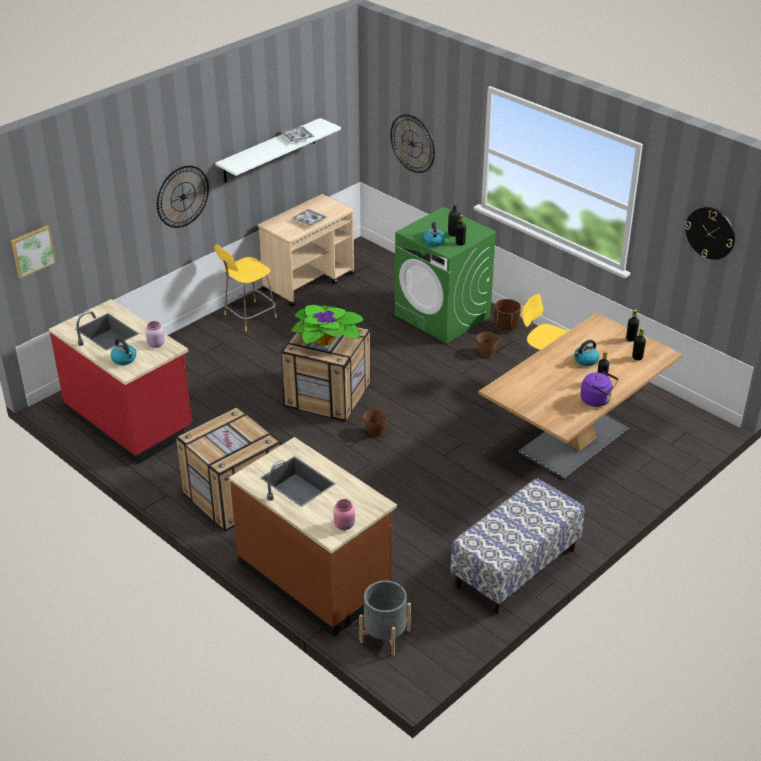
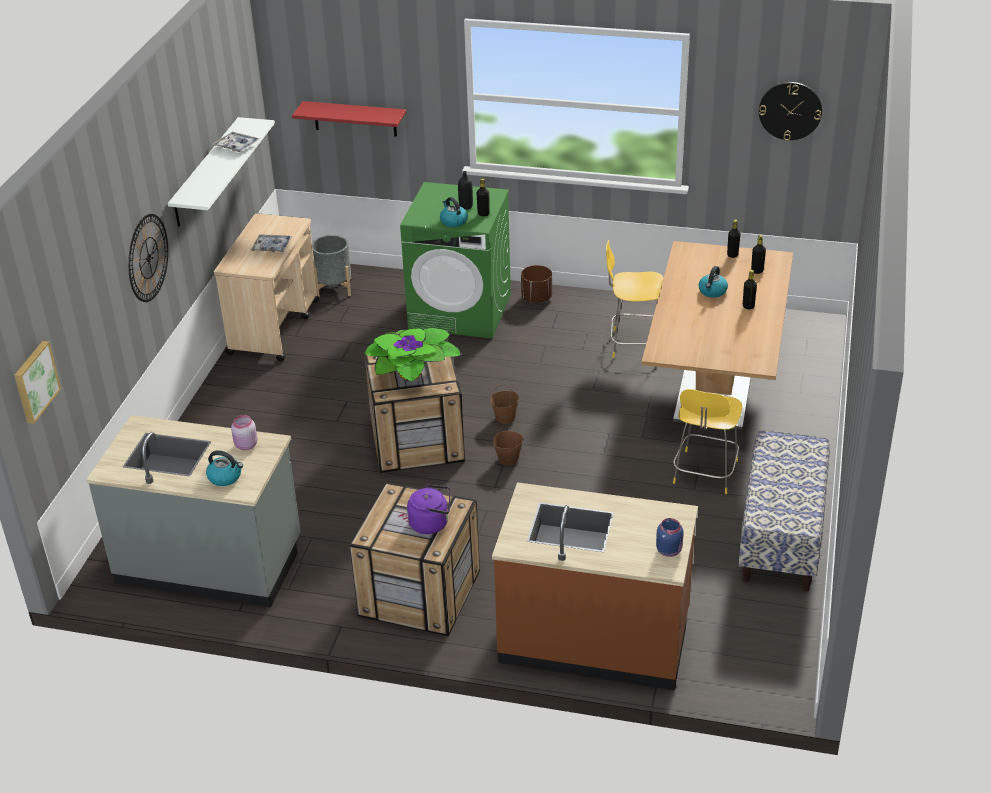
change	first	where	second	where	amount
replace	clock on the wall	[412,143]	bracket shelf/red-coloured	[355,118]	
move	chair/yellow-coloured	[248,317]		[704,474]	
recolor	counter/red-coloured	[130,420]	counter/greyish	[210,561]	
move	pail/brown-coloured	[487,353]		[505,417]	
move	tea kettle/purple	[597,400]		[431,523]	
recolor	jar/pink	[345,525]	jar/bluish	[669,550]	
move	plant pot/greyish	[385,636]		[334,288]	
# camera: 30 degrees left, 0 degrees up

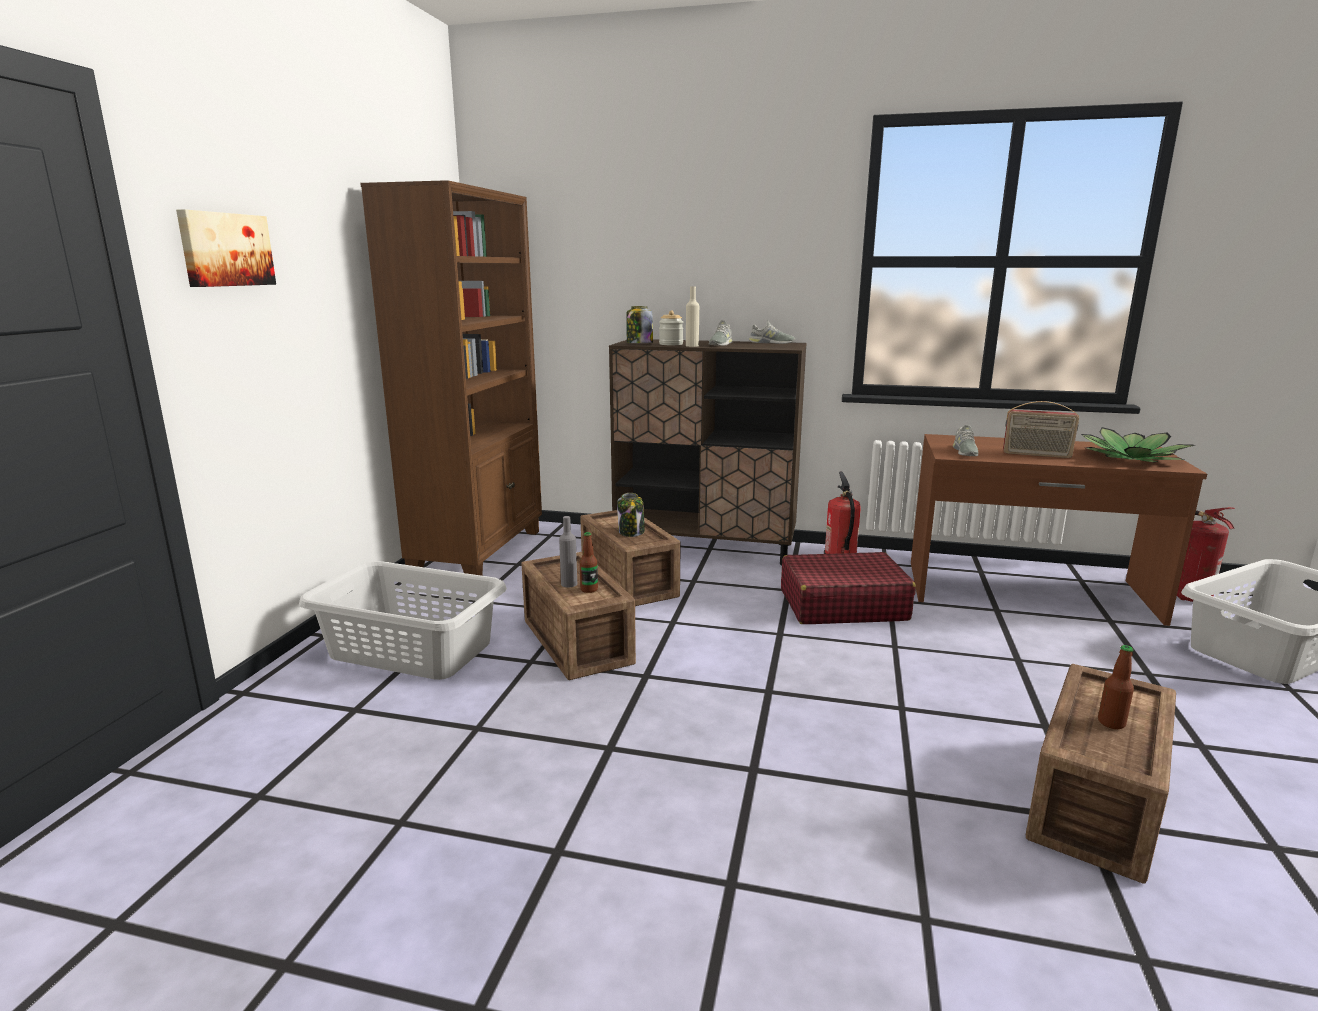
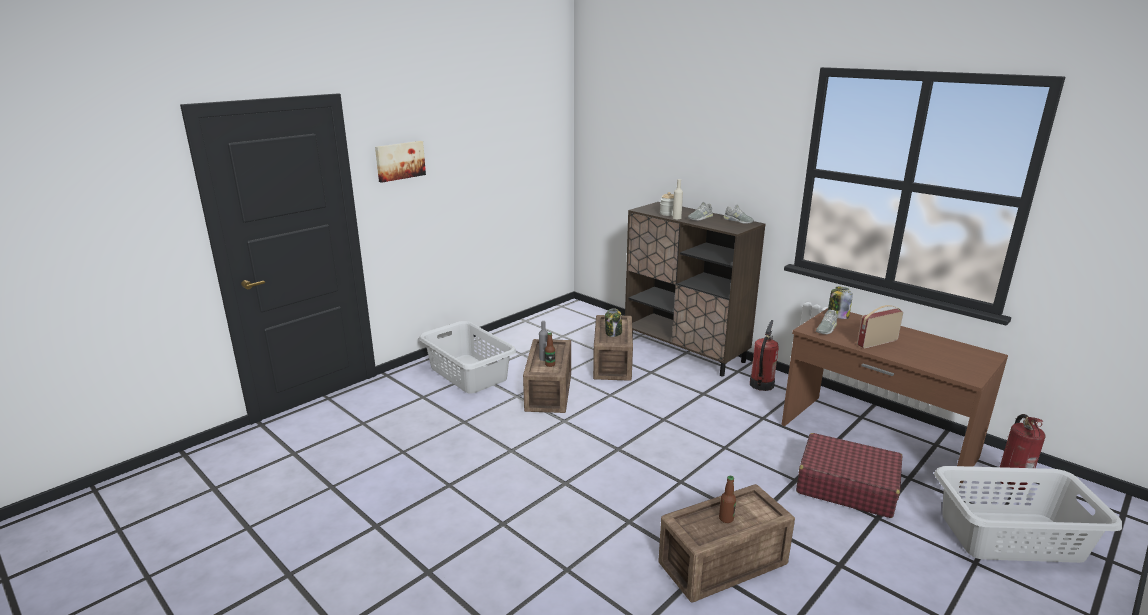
change	first	where	second	where	amount
delete	shelving unit/brown-coloured	[480,552]			
move	jar	[639,344]		[837,316]	
rotate	radio receiver	[1036,455]		[876,342]	105 degrees clockwise
delete	plant in a pot	[1132,458]			
move	piece of luggage/red-coloured	[842,605]		[846,486]	
# camera: 30 degrees right, 5 degrees up

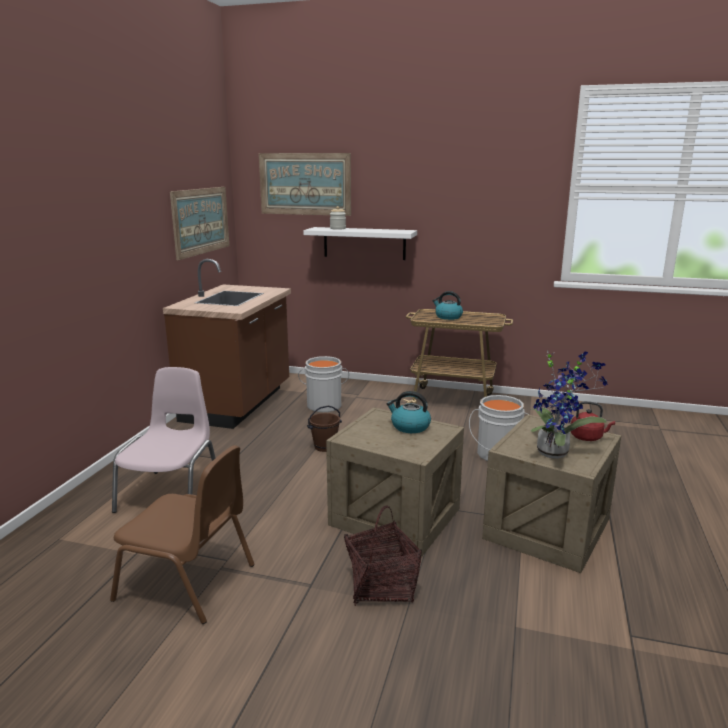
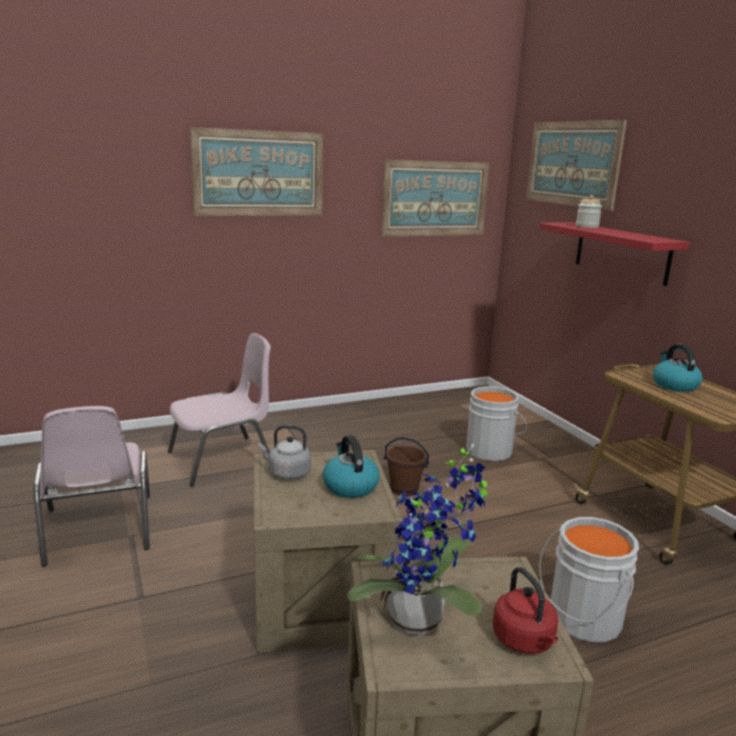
change	first	where	second	where	amount
recolor	bracket shelf/whitish	[364,243]	bracket shelf/red-coloured	[621,252]	
delete	counter/brown-coloured	[238,404]			
recolor	chair/brown-coloured	[188,582]	chair/pink	[98,530]	
delete	basket	[381,585]			
insert			picture	[259,173]	
insert			tea kettle/greyish	[287,473]	
# camera: 50 degrees right, 0 degrees up

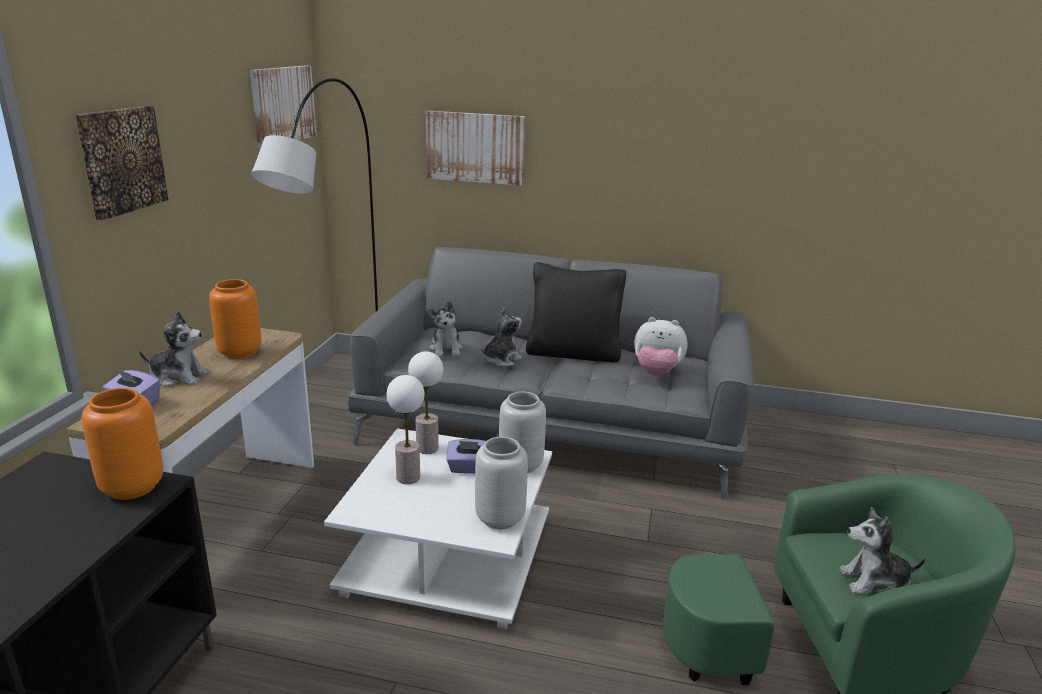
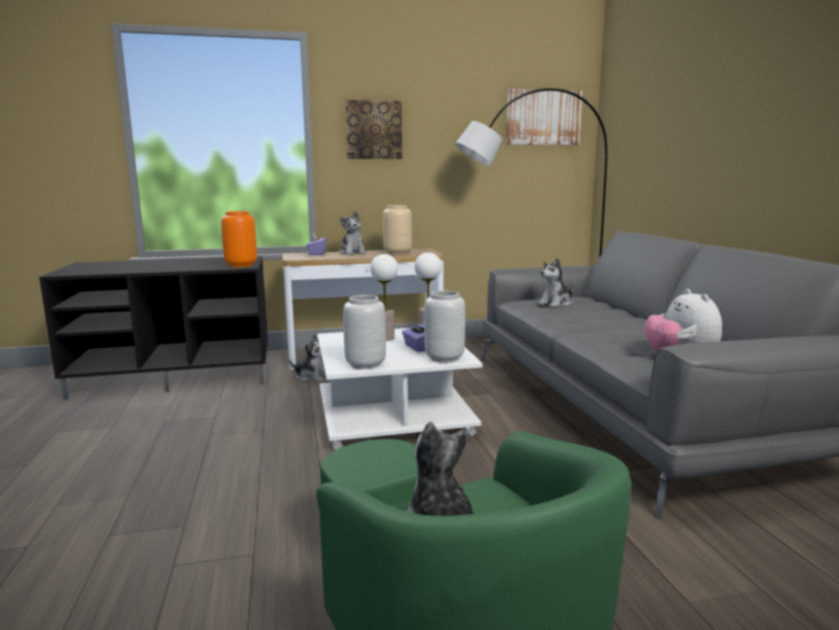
change	first	where	second	where	amount
delete	picture	[475,147]			
delete	pillow/blackish	[573,353]			
recolor	flower vase/orangey	[240,352]	flower vase/beige	[398,253]	
move	cuddly toy	[501,360]		[311,377]	
# camera: 65 degrees right, 10 degrees down

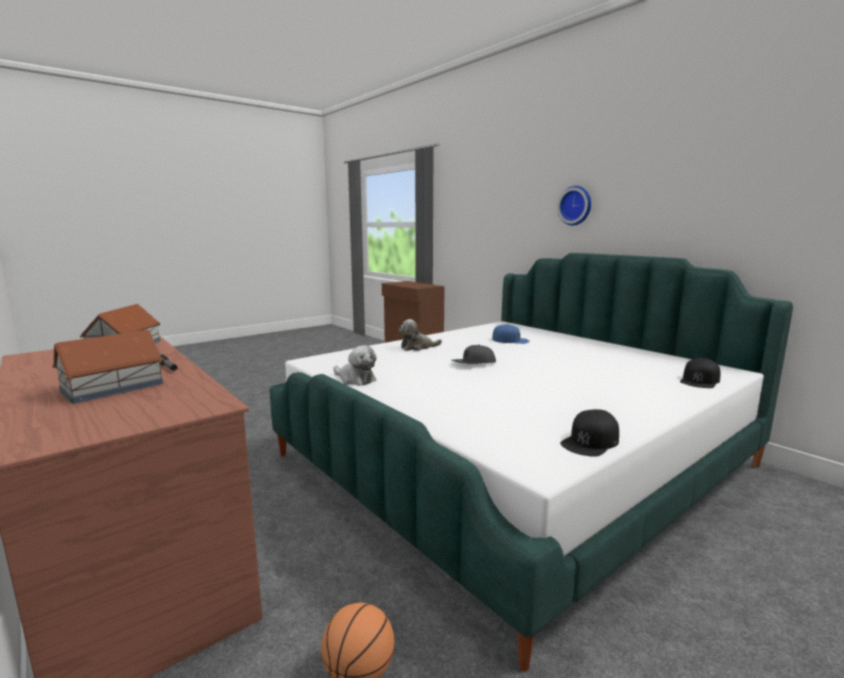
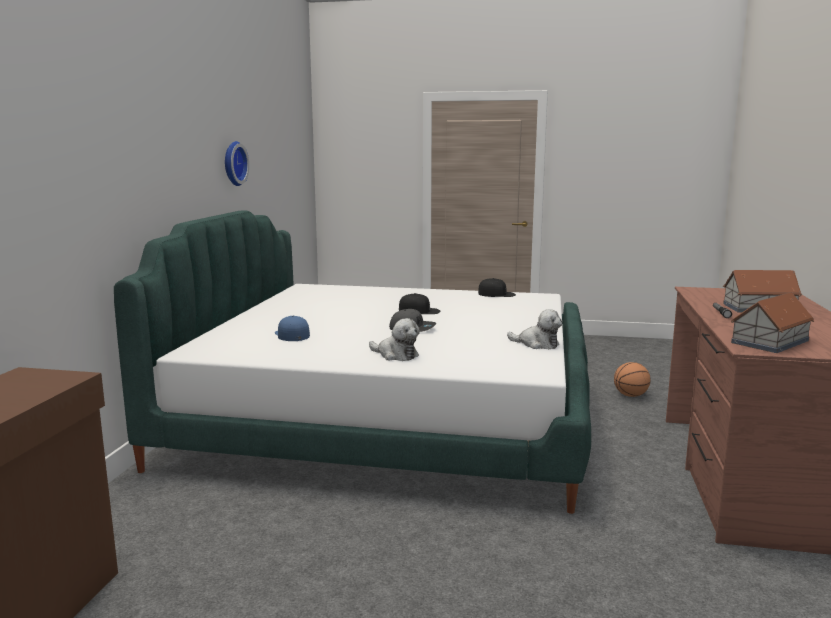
change	first	where	second	where	amount
move	clock on the wall	[576,205]		[233,163]	
rotate	cuddly toy	[355,379]		[537,344]	120 degrees clockwise
move	peaked cap/blackish	[700,380]		[419,311]	
# camera: 130 degrees left, 0 degrees up

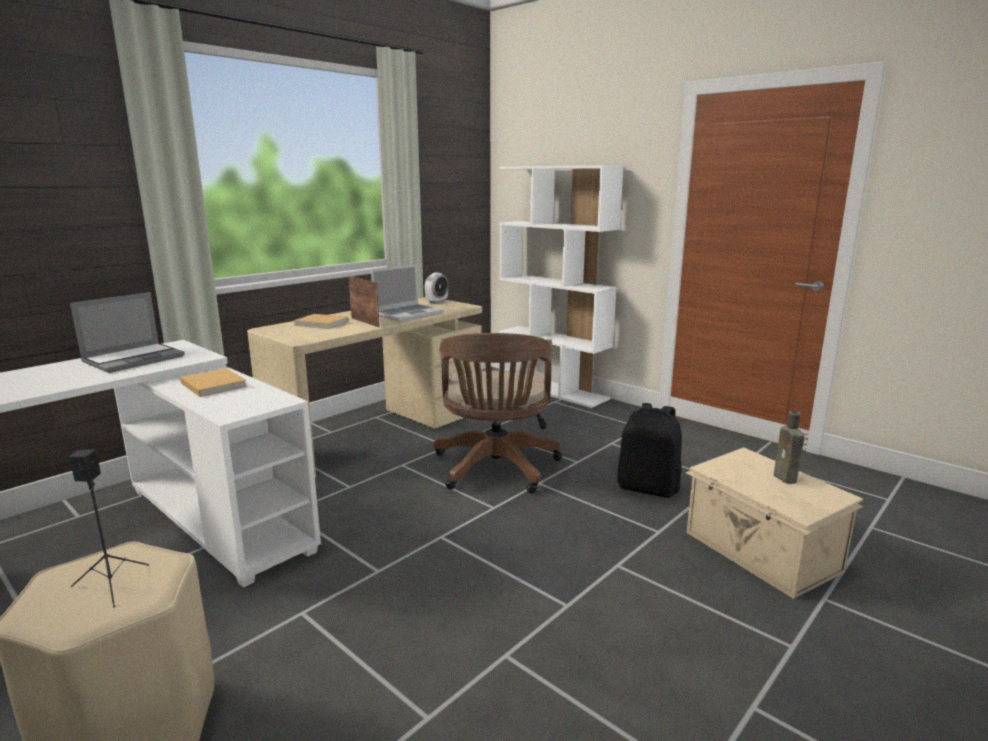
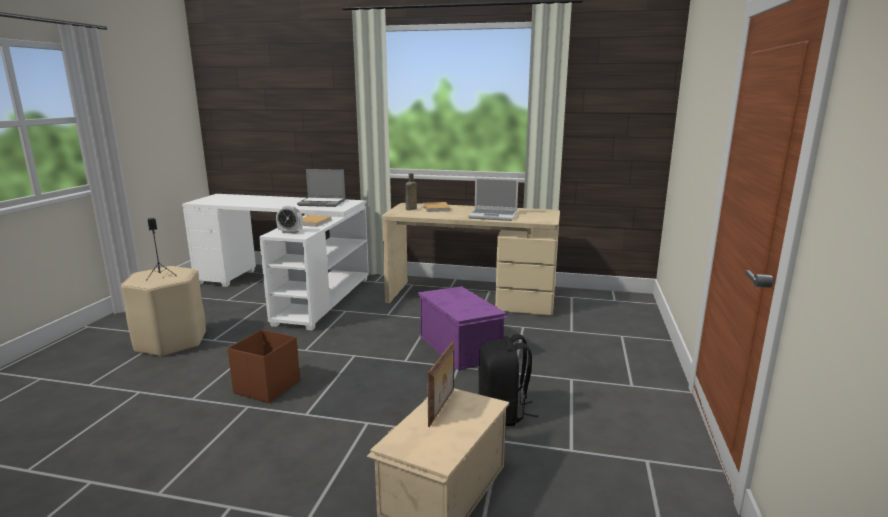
change	first	where	second	where	amount
delete	shelving unit/whitish	[553,390]			
move	alarm clock	[436,302]		[290,232]	
move	photo frame	[366,322]		[442,407]	
replace	computer chair/brown-coloured	[496,469]	storage bin/purple	[460,347]	
move	beverage bottle/brown-coloured	[786,479]		[410,209]	
insert			storage bin/brown-coloured	[266,387]	
# camera: 60 degrees right, 0 degrees up

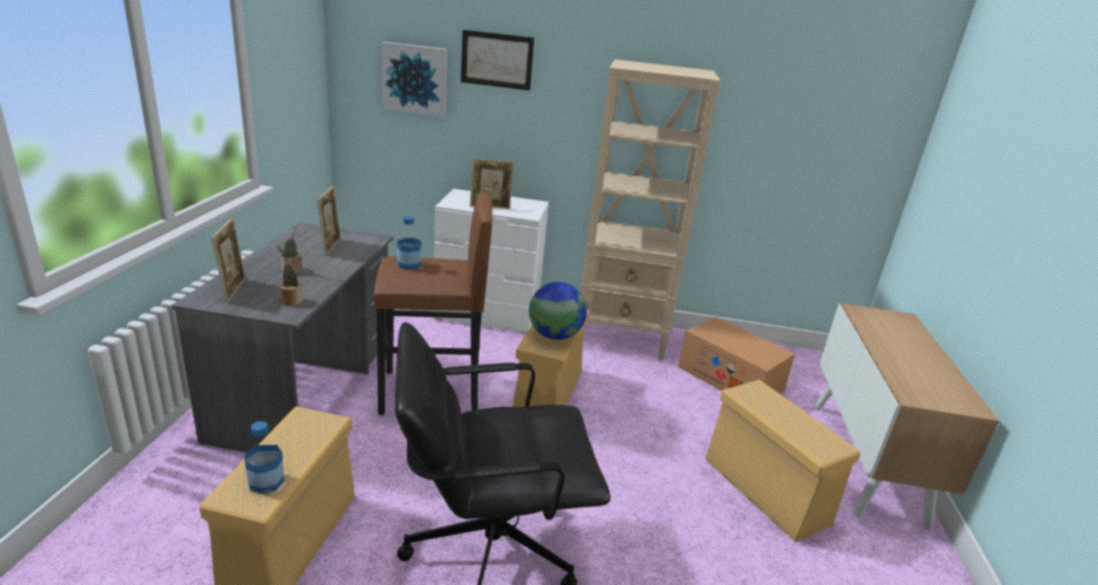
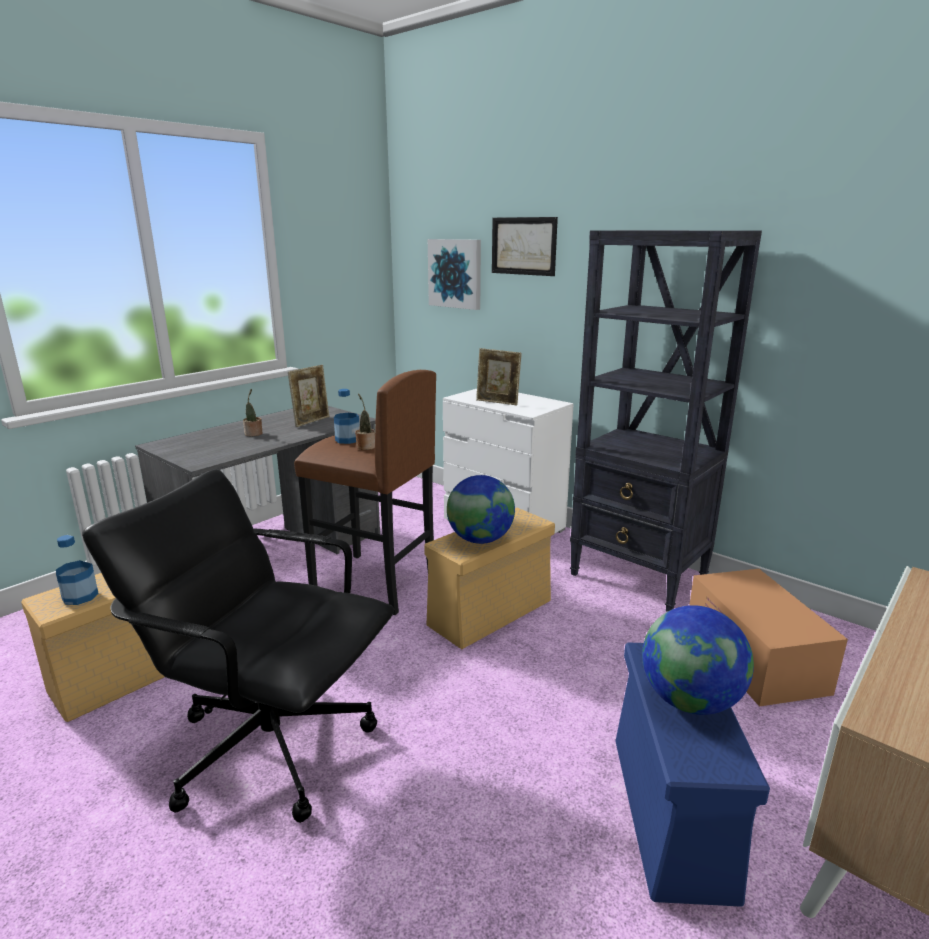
change	first	where	second	where	amount
recolor	shelving unit/beige	[621,337]	shelving unit/blackish	[639,576]	
delete	photo frame	[233,290]			
move	plant in a pot	[290,300]		[365,446]	
recolor	storage bin/beige	[767,492]	storage bin/bluish	[672,816]	
insert			globe	[690,701]	
# camera: 35 degrees right, 5 degrees down

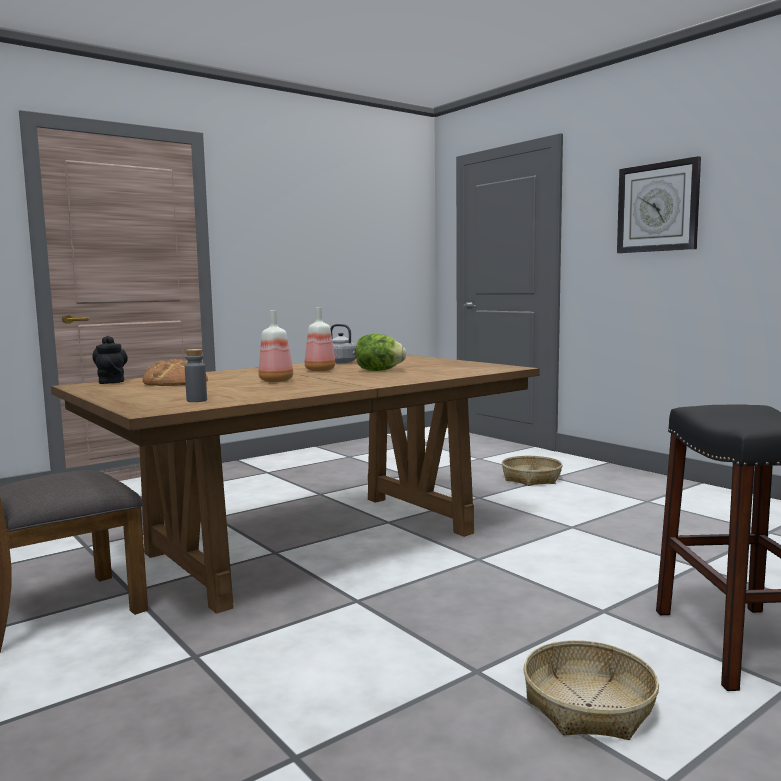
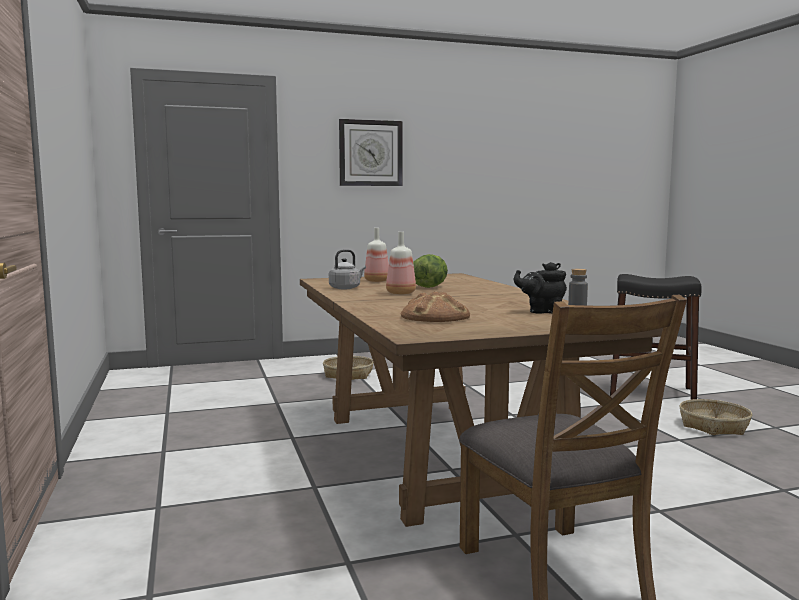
change	first	where	second	where	amount
move	beverage bottle	[277,381]		[377,281]	
move	pot for tea/blackish	[111,382]		[541,311]	
# camera: 70 degrees left, 0 degrees up

